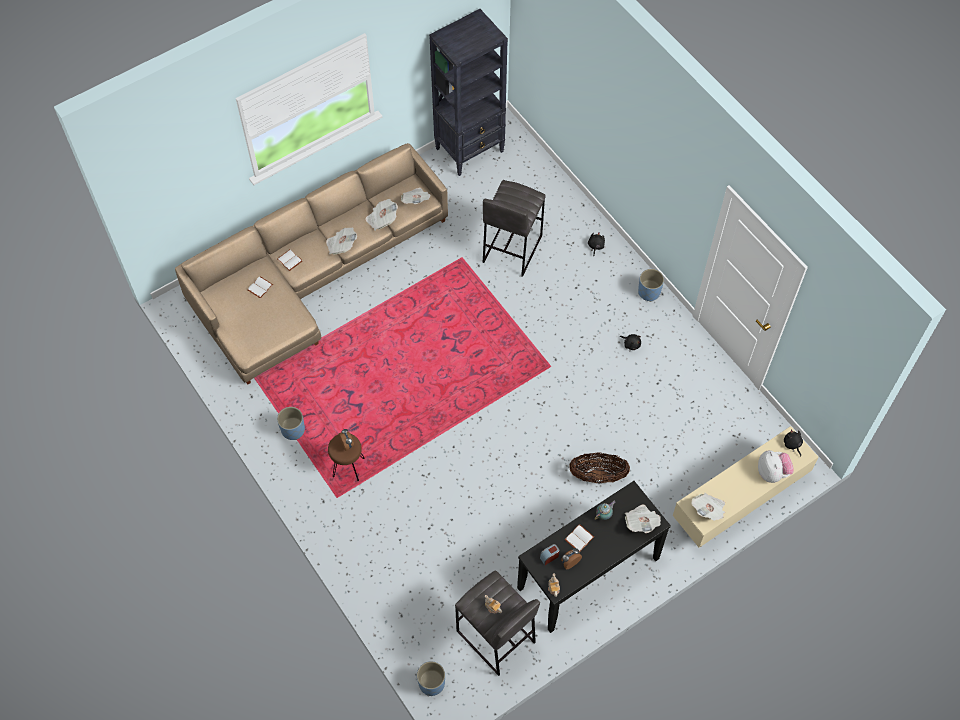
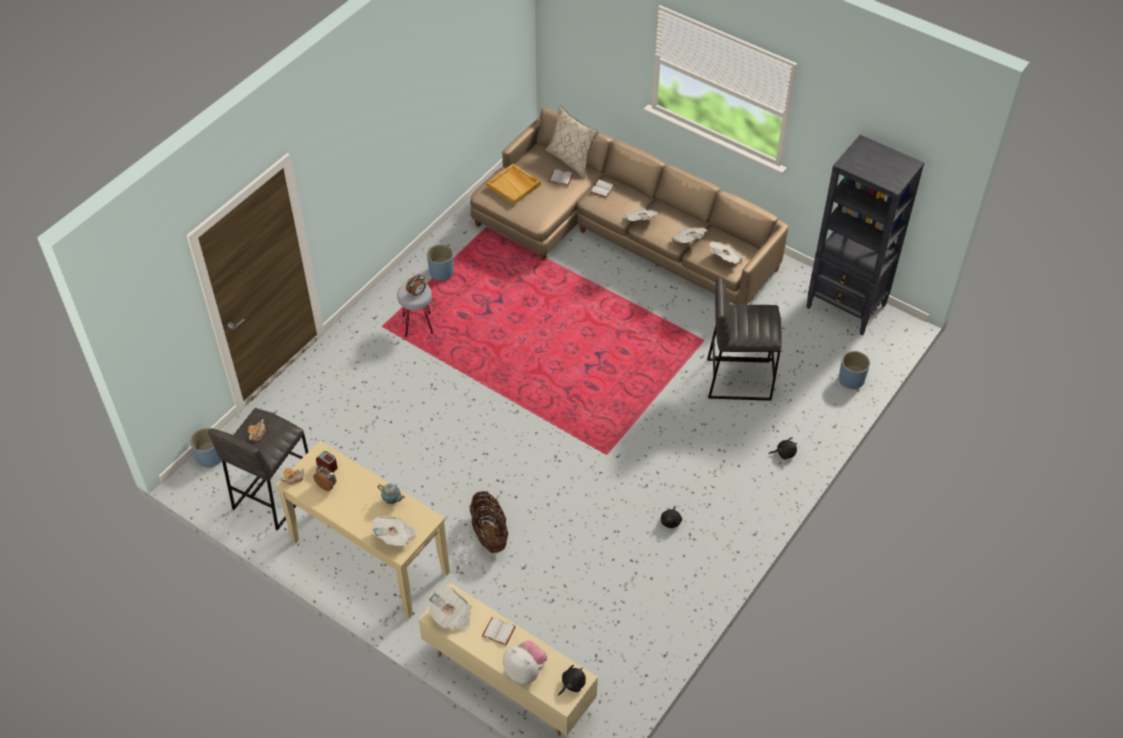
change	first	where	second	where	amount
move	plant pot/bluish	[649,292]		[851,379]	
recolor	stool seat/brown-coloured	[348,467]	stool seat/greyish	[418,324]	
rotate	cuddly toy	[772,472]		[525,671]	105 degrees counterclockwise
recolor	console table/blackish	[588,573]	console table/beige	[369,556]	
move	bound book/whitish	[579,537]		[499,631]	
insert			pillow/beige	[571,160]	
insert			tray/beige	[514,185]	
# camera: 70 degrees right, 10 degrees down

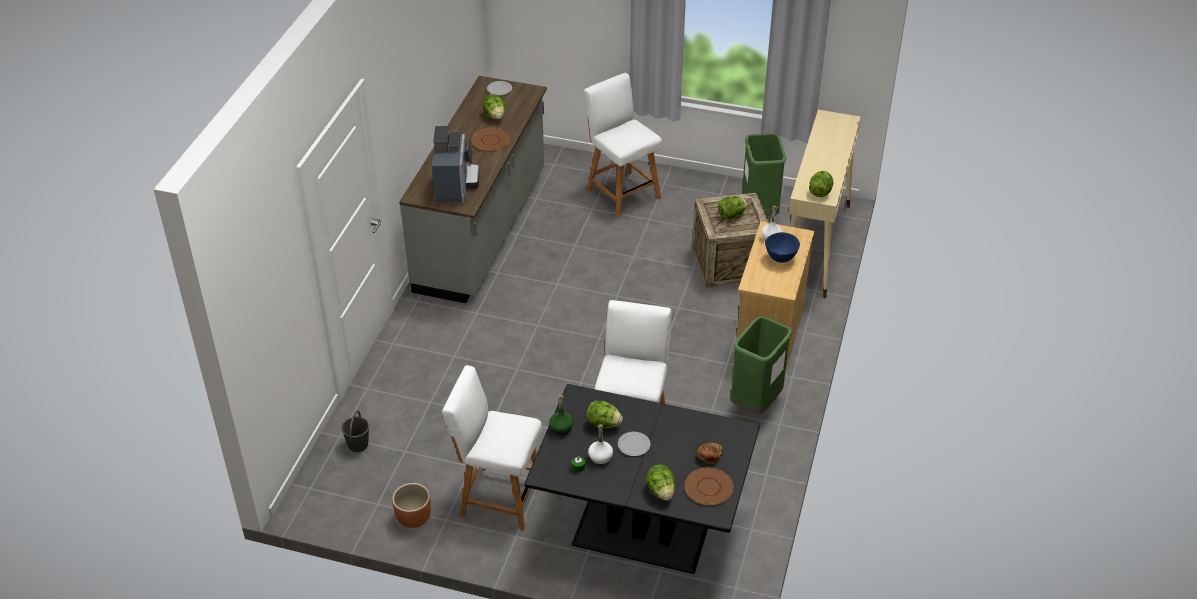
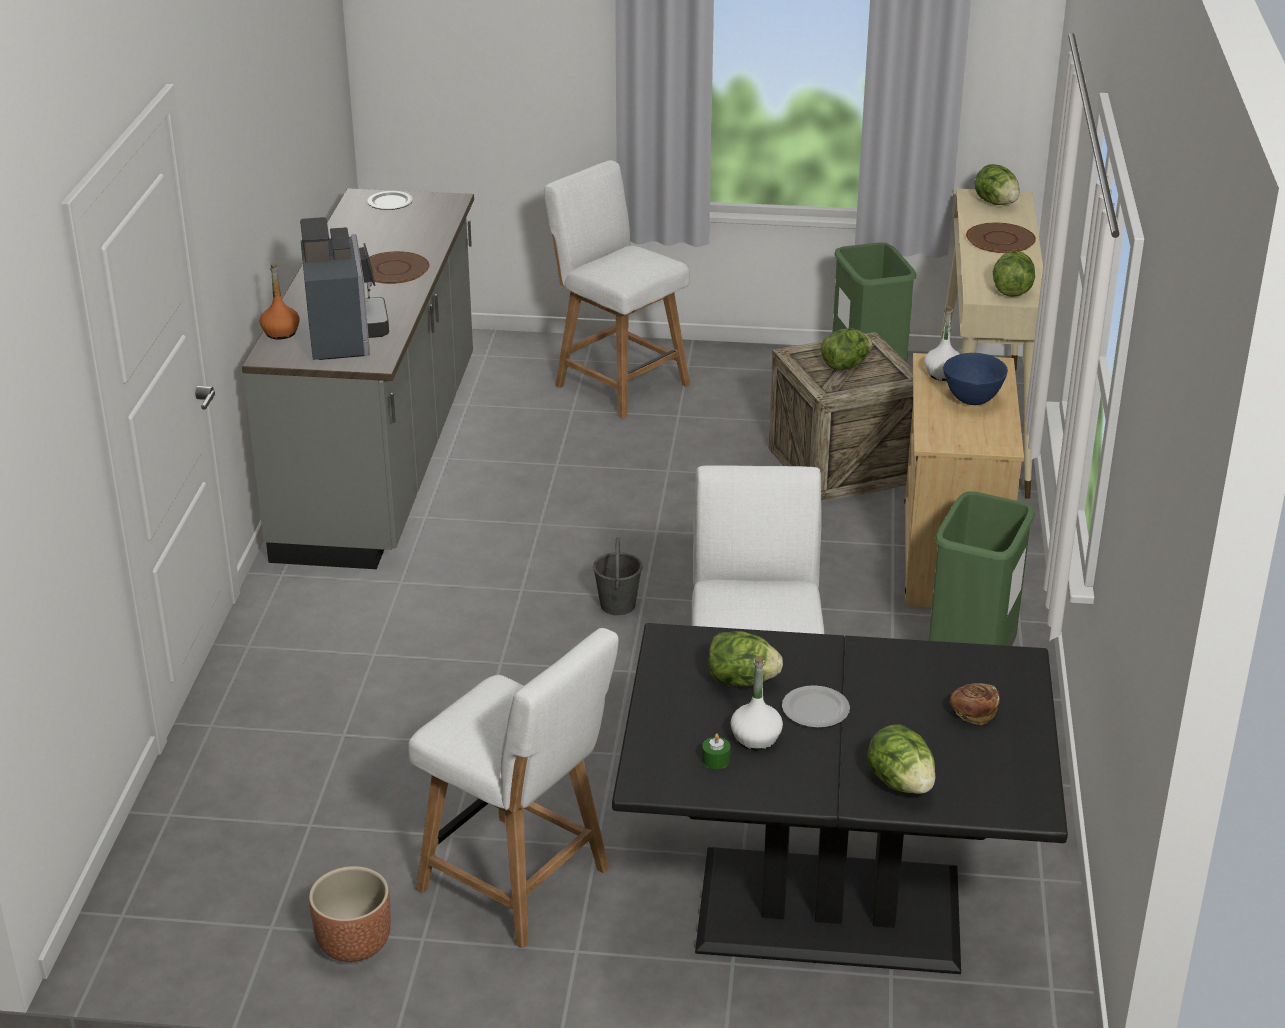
change	first	where	second	where	amount
move	head of lettuce	[495,116]		[996,203]	
rotate	chair/whitish	[498,497]		[521,884]	150 degrees counterclockwise
delete	beverage bottle/green-coloured	[561,428]			
move	pail/greyish	[358,445]		[617,605]	
move	plate/brown-coloured	[708,487]		[1000,239]	
insert			beverage bottle/orangey	[281,333]	
# camera: 10 degrees left, 10 degrees down

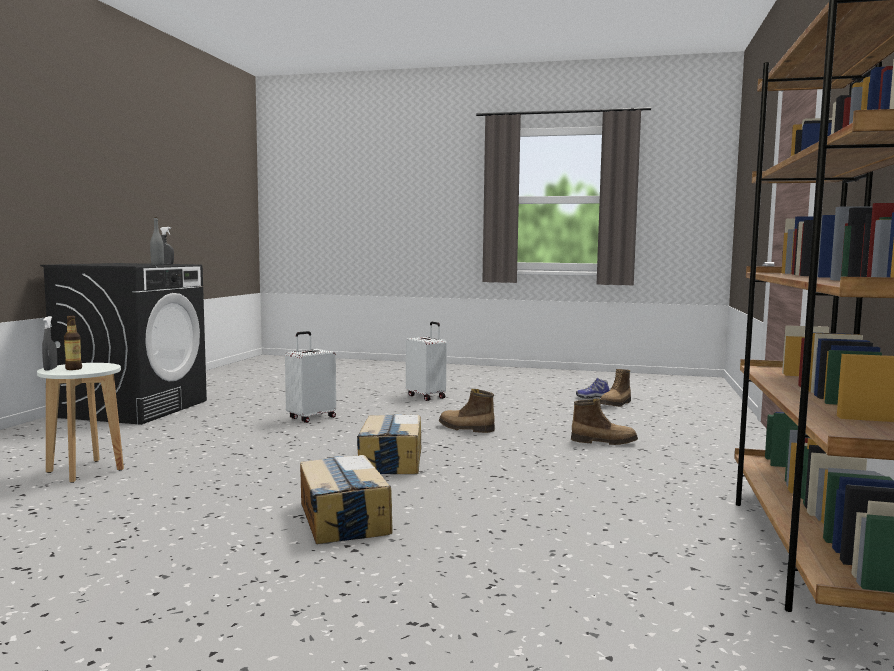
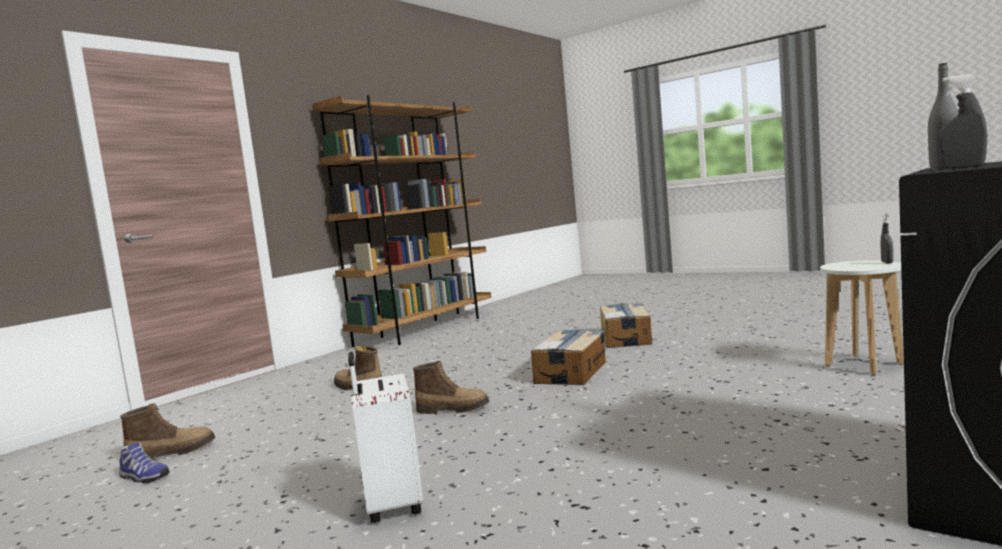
change	first	where	second	where	amount
delete	beverage bottle	[73,369]			
delete	piece of luggage/whitish	[311,418]			
rotate	tall boot	[465,428]		[453,409]	45 degrees counterclockwise
# camera: 155 degrees left, 0 degrees up

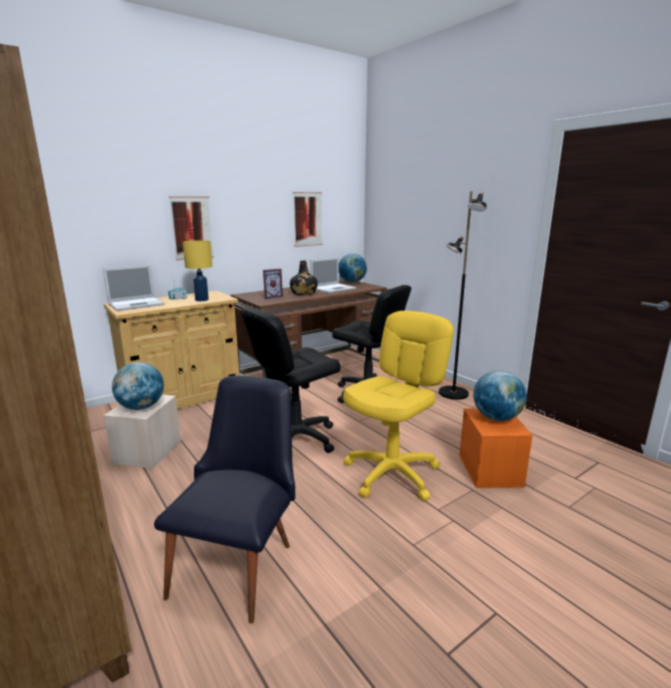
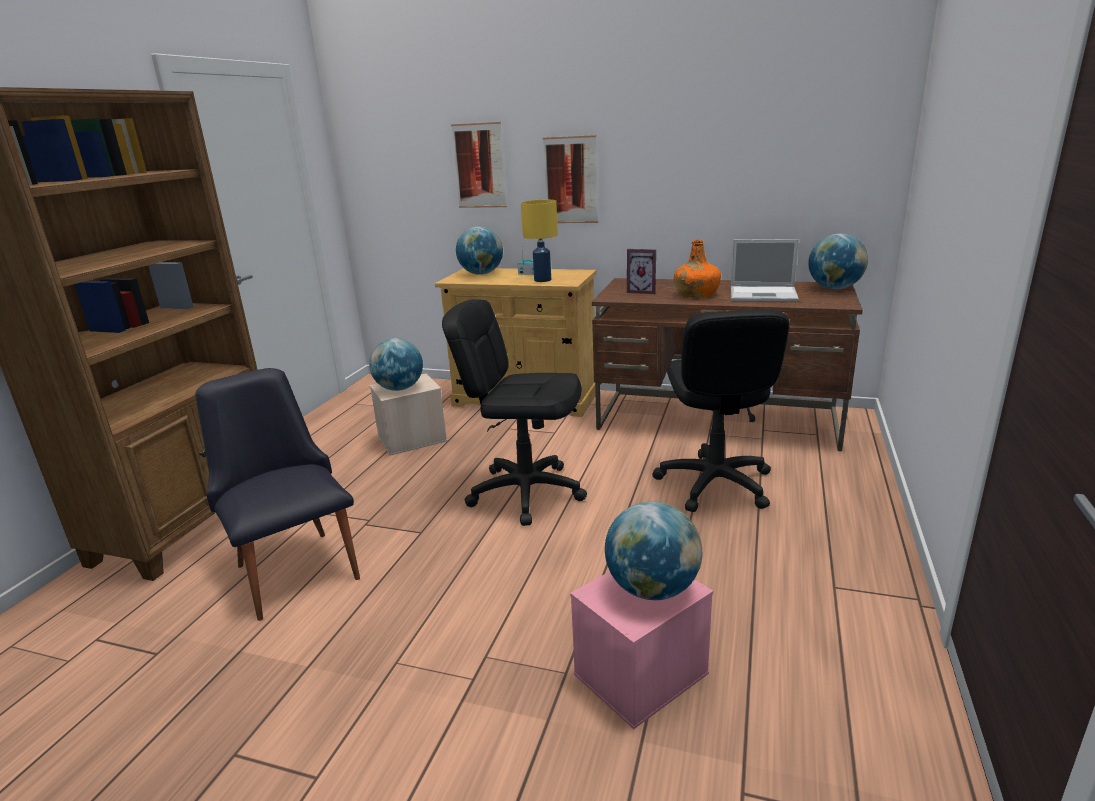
change	first	where	second	where	amount
delete	standard lamp/blackish	[453,393]			
move	picture	[308,219]		[479,166]	
recolor	beverage bottle/blackish	[303,293]	beverage bottle/orangey	[696,294]	
replace	notebook computer	[137,304]	globe	[481,274]	
delete	computer chair/yellow-coloured	[392,473]			
rotate	chair/blackish	[240,561]		[294,565]	105 degrees counterclockwise
recolor	storage bin/orangey	[491,471]	storage bin/pink	[640,675]	
# camera: 55 degrees right, 5 degrees up

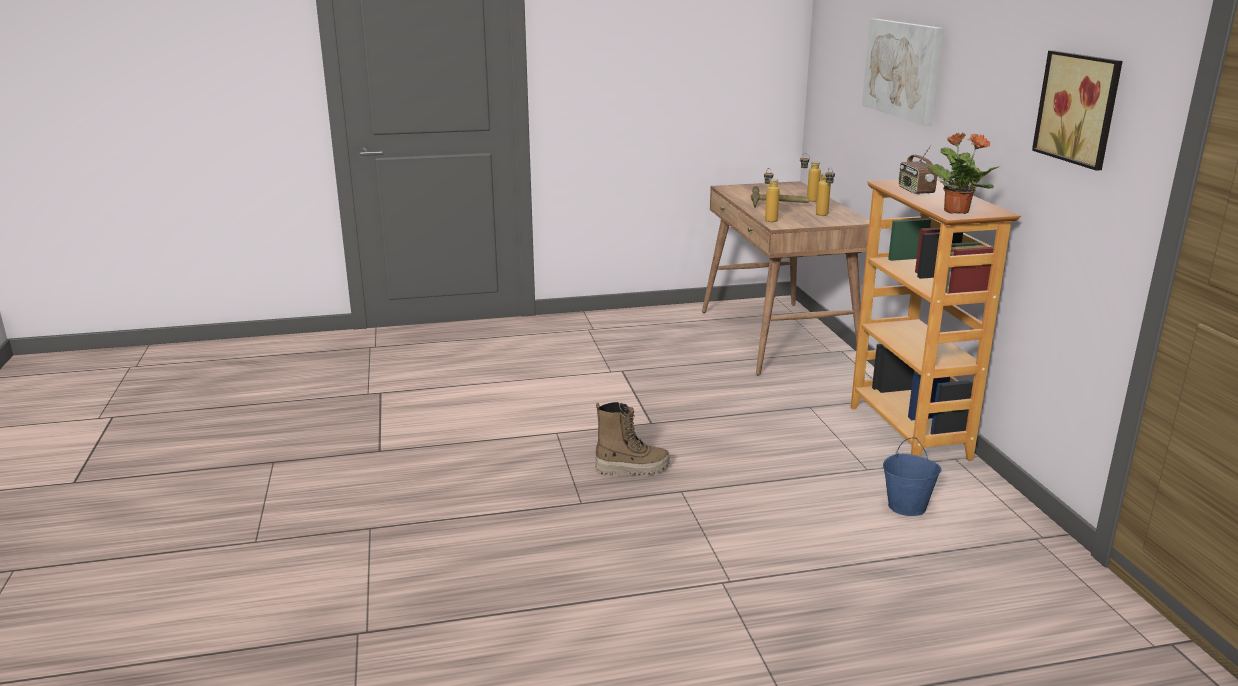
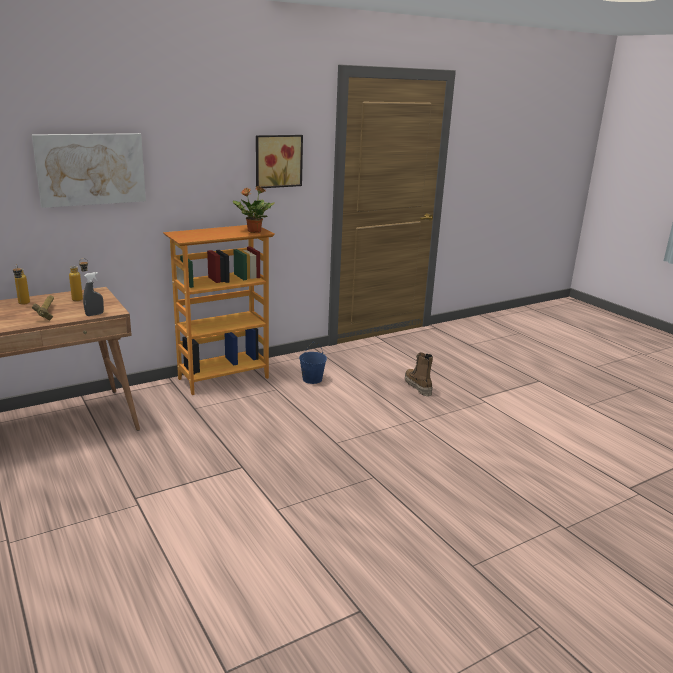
change	first	where	second	where	amount
delete	radio receiver	[915,191]			
replace	beverage bottle	[768,219]	spray bottle/greyish	[94,314]	
move	tall boot	[632,468]		[417,387]	
# camera: 110 degrees left, 0 degrees up

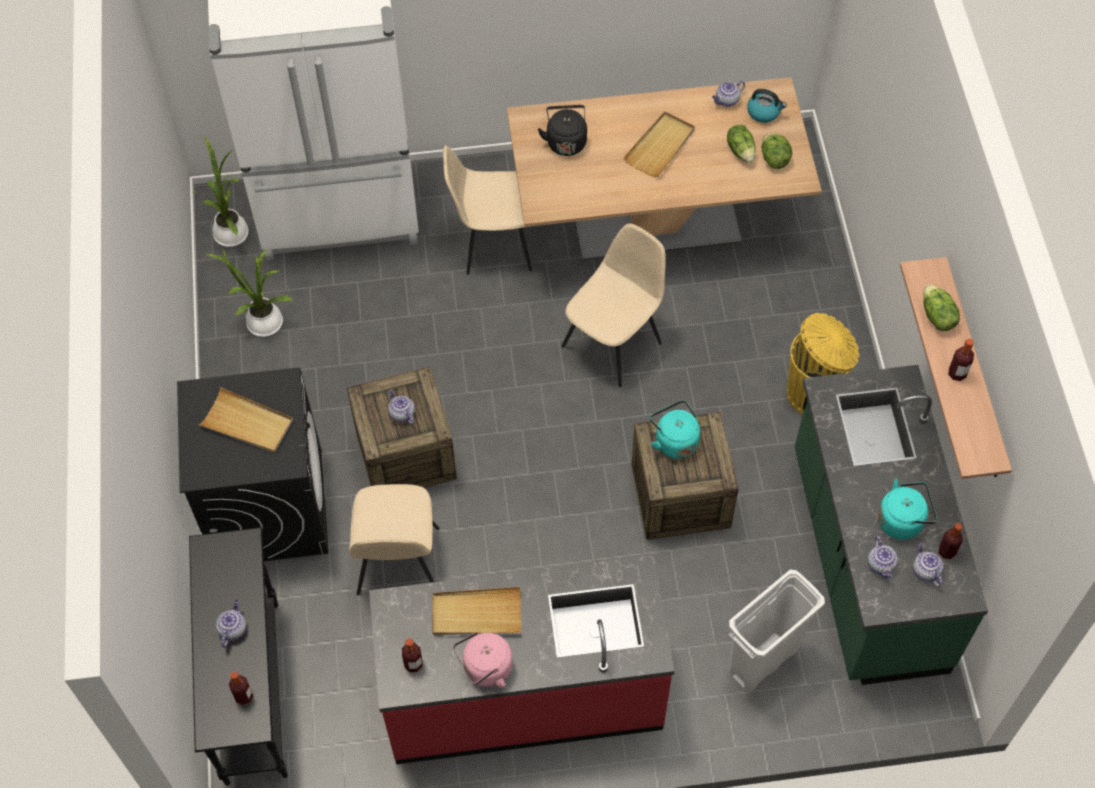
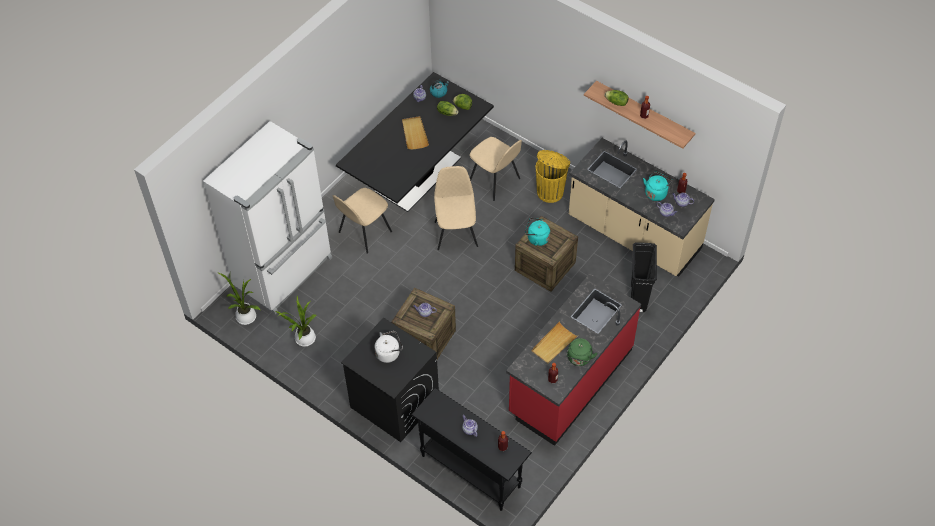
change	first	where	second	where	amount
recolor	dinner table/beige	[655,221]	dinner table/blackish	[418,175]	
delete	tea kettle/blackish	[565,141]			
recolor	counter/green-coloured	[866,561]	counter/beige	[633,234]	
replace	tray/beige	[247,423]	tea kettle/whitish	[389,353]	
move	chair/beige	[398,564]		[495,181]	
recolor	rubbish bin/whitish	[763,661]	rubbish bin/blackish	[638,297]	
recolor	tea kettle/pink	[485,669]	tea kettle/green-coloured	[579,359]	
# camera: 45 degrees left, 5 degrees down

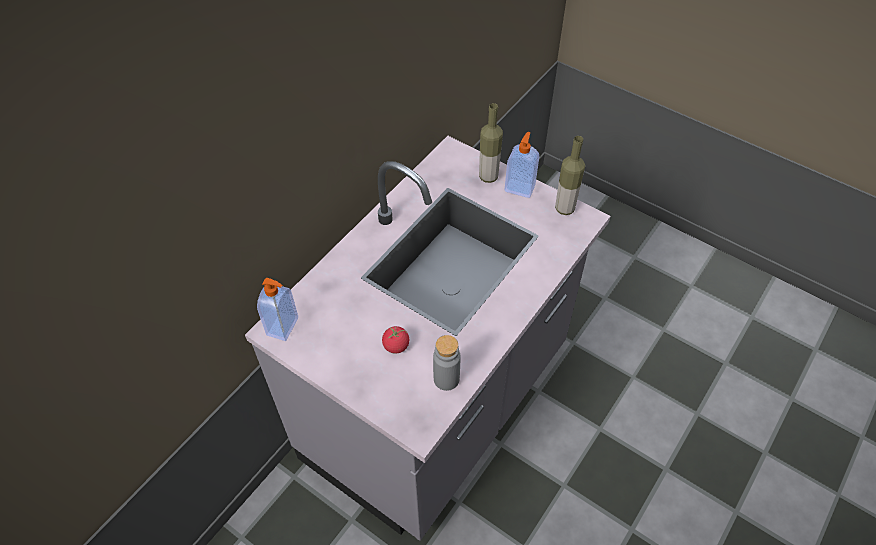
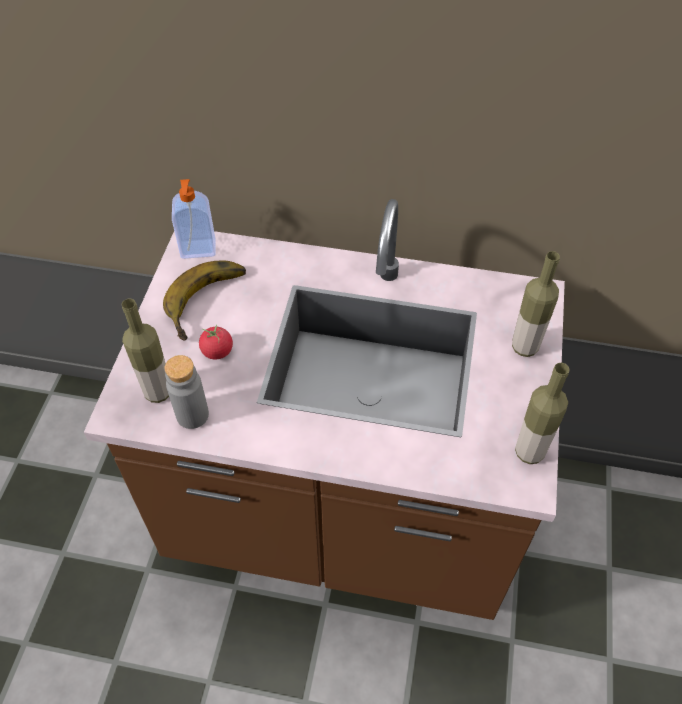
change	first	where	second	where	amount
delete	soap bottle	[520,187]			
recolor	counter/greyish	[438,406]	counter/brown-coloured	[341,517]	
insert			banana fruit	[211,303]	
insert			beverage bottle	[158,392]	
# camera: 65 degrees right, 0 degrees up

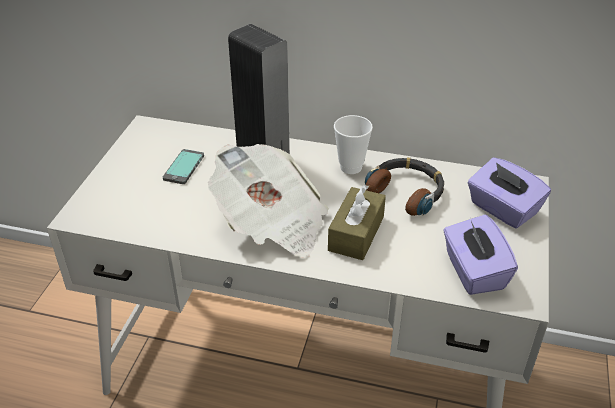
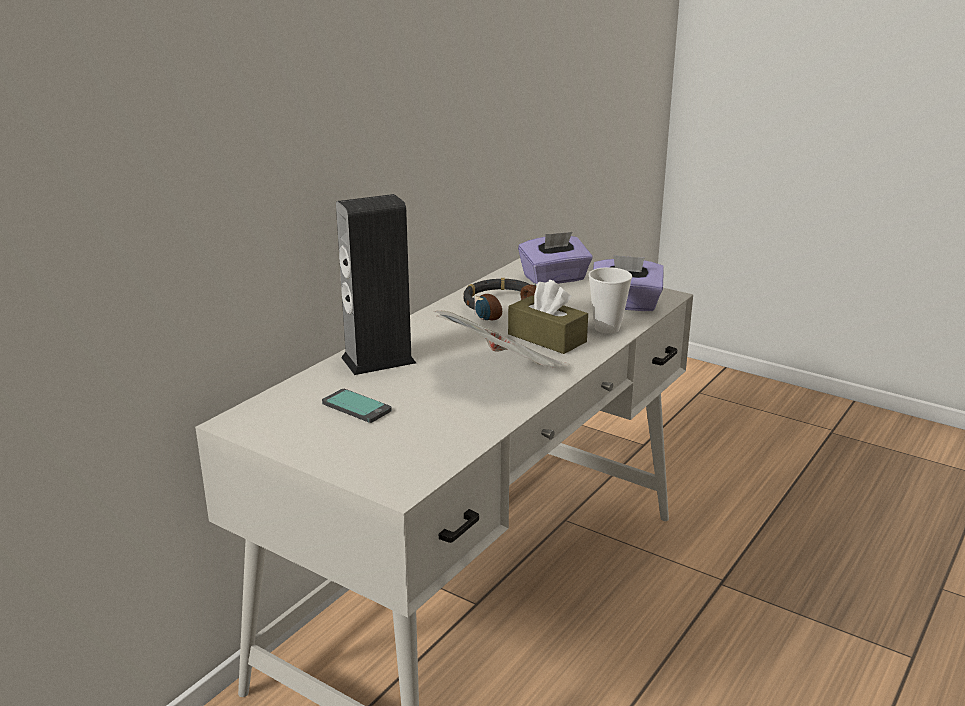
change	first	where	second	where	amount
move	cup	[351,167]		[607,328]	
# camera: 70 degrees left, 15 degrees down

